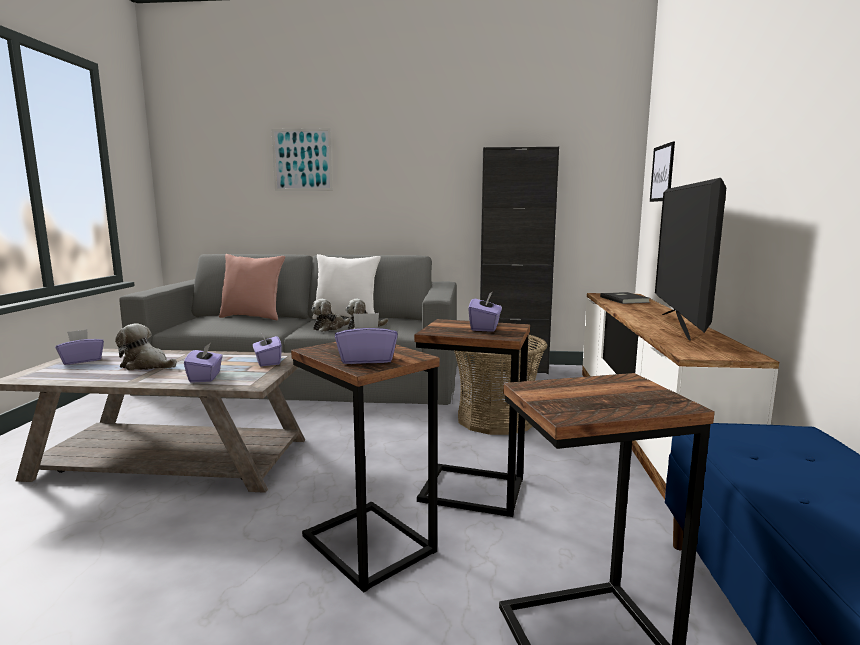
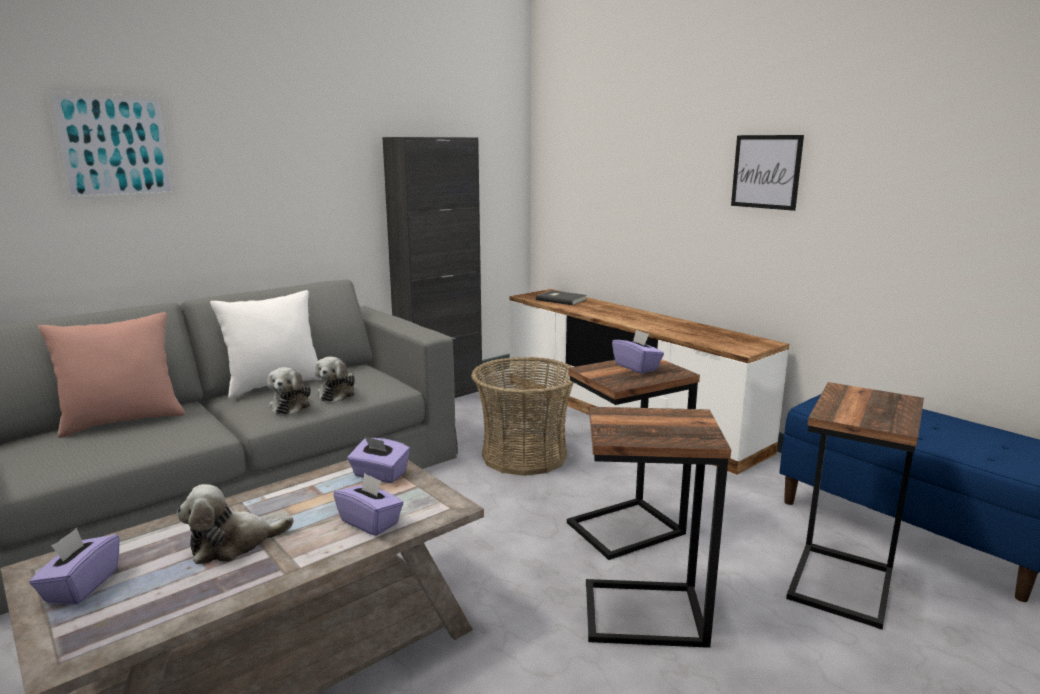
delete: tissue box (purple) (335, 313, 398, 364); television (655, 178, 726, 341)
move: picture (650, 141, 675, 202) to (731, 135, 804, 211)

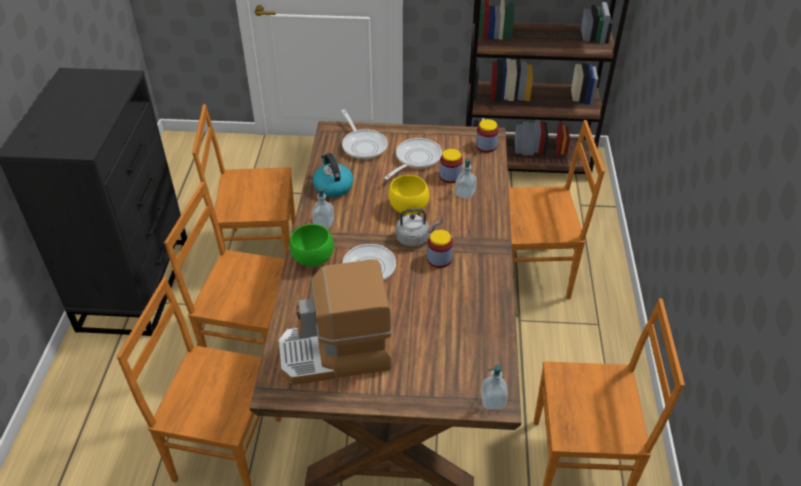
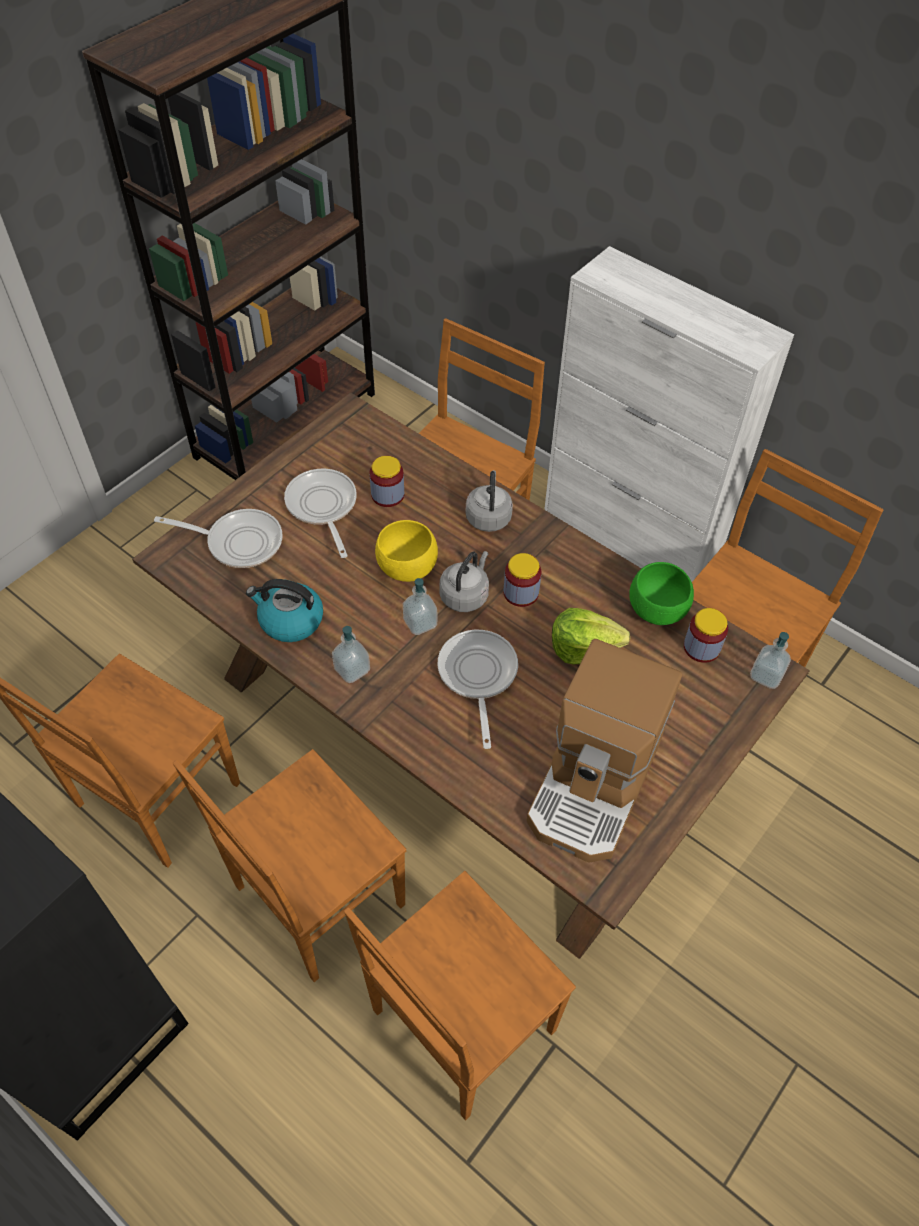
insert: kettle (grey) (466, 470, 513, 532); cabinet (white) (544, 246, 794, 582); lettuce (552, 608, 630, 664)
move: soap dispenser (455, 158, 477, 199) to (403, 578, 437, 635); bowl (green) (289, 224, 334, 267) to (629, 562, 694, 625); jar (476, 119, 499, 153) to (684, 608, 728, 663)

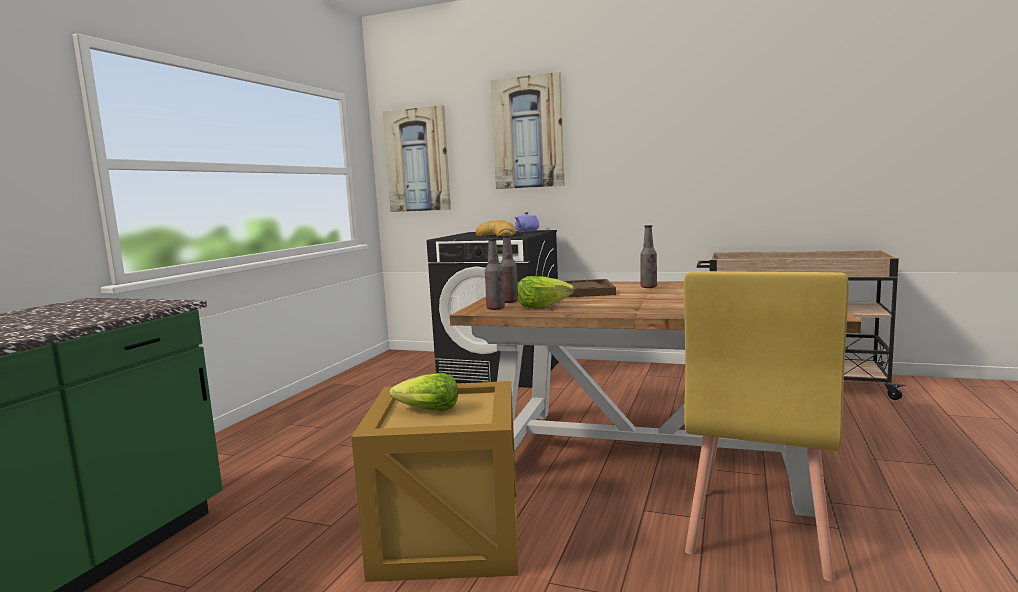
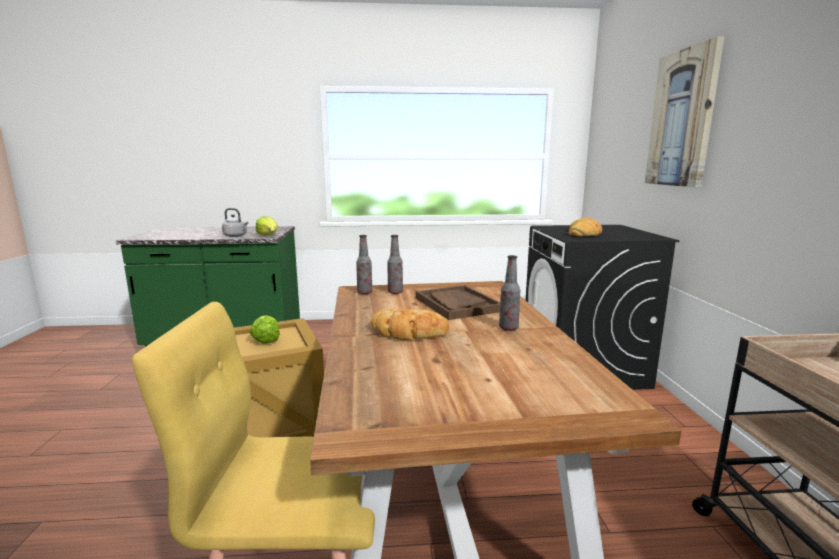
delete: picture (383, 105, 451, 212); teapot (purple) (515, 212, 539, 232)
insert: kettle (grey) (222, 208, 248, 237); bread (371, 308, 449, 340)
move: lettuce (517, 276, 574, 308) to (256, 216, 278, 236)

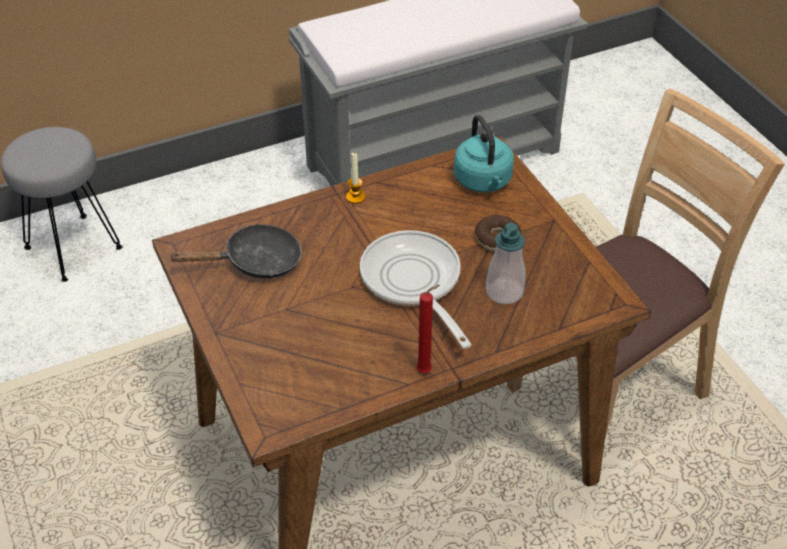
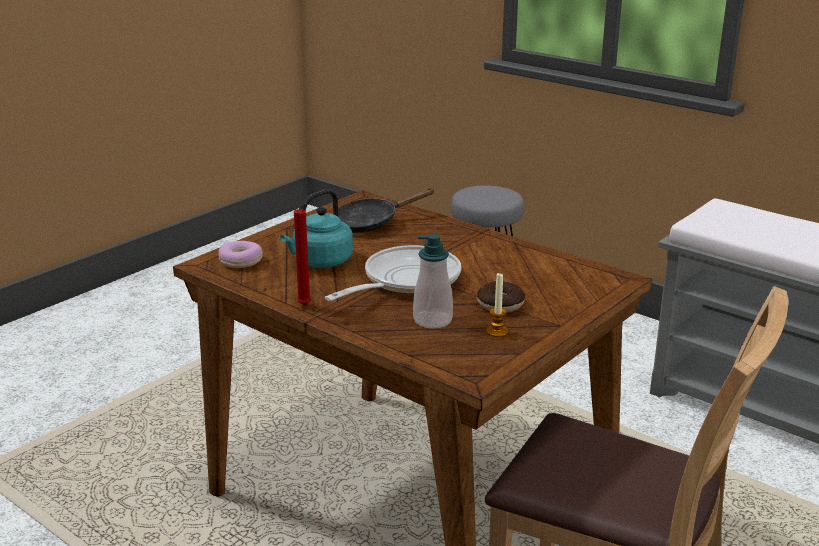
insert: donut (219, 241, 263, 268)
move: kettle (turquoise) (454, 115, 514, 192) to (280, 189, 353, 268); candle (346, 153, 365, 204) to (486, 273, 508, 337)
rotate: frying pan (black) (168, 224, 302, 279) = (338, 188, 434, 233) 105 degrees clockwise

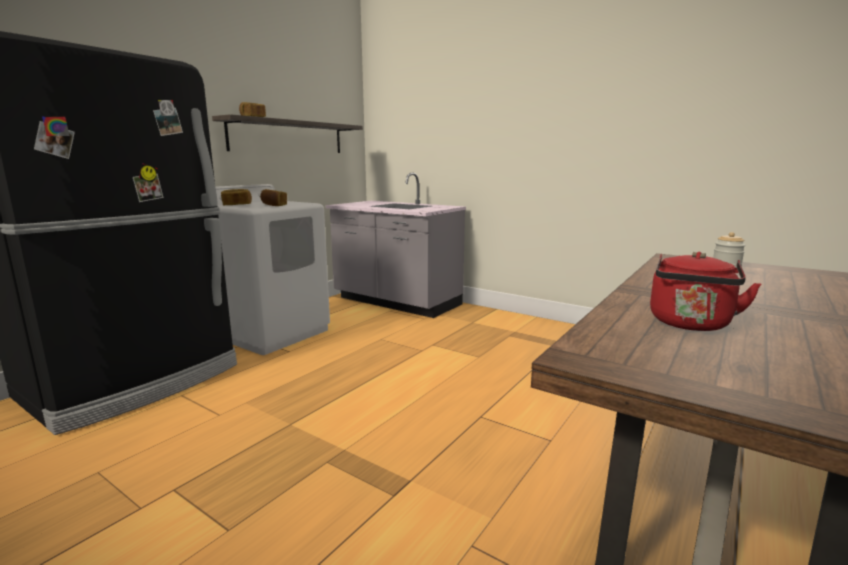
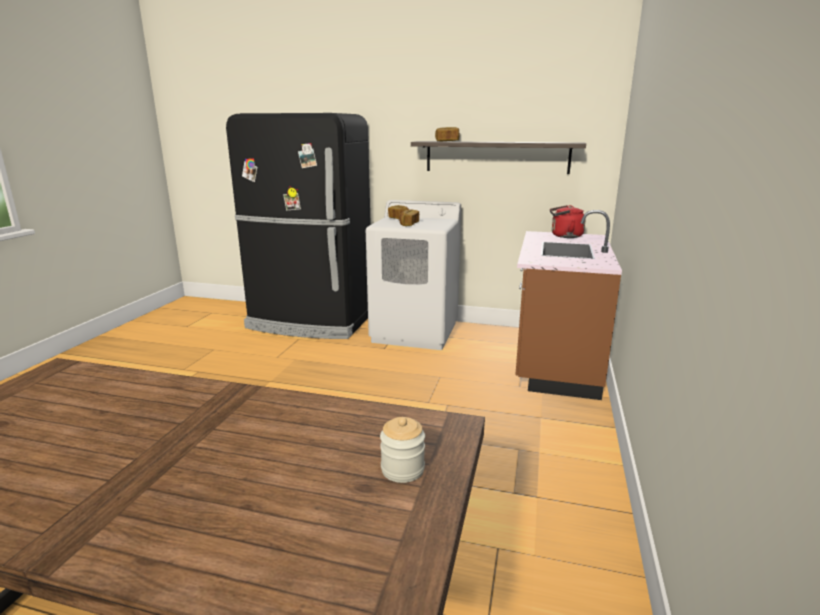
move: kettle (red) (650, 252, 761, 331) to (550, 205, 586, 238)
recolor: counter (grey) (326, 173, 466, 318) to counter (brown) (515, 210, 622, 400)

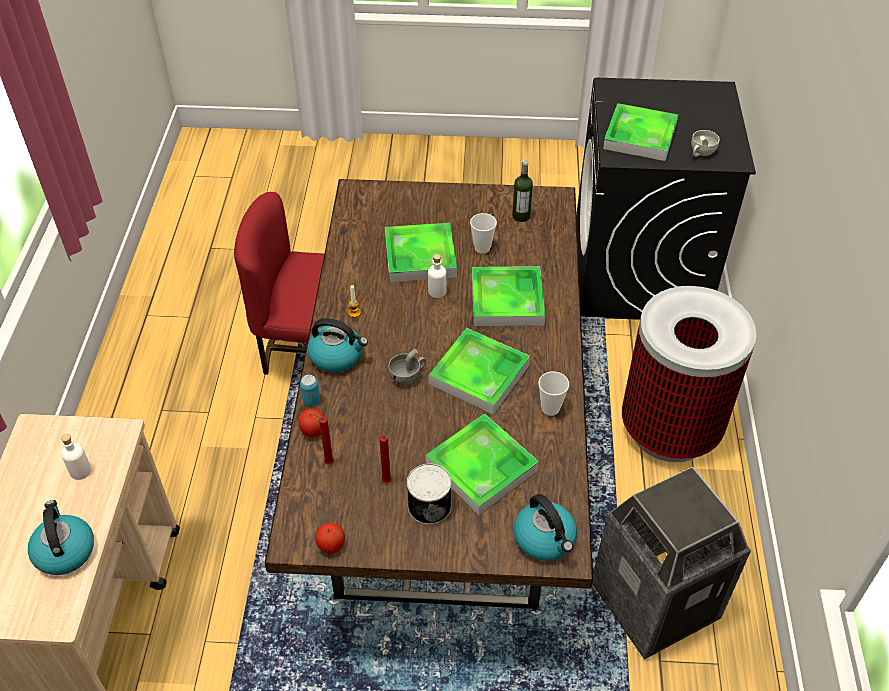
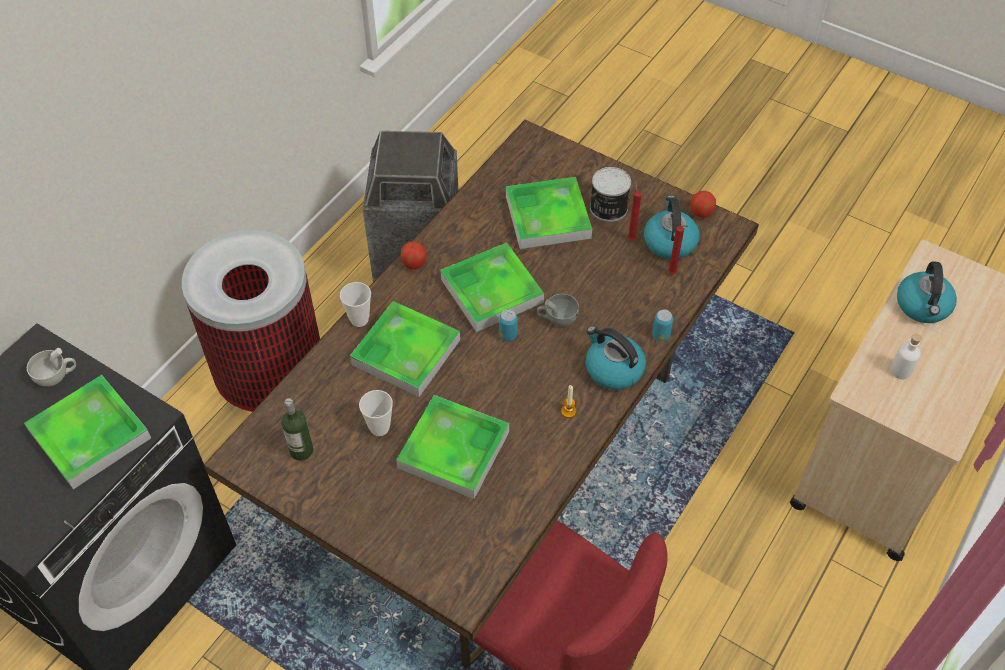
delete: bottle (white) (428, 254, 447, 298)
insert: can (499, 309, 518, 341)
move: cup (538, 372, 569, 416) to (340, 282, 371, 327); apple (298, 409, 324, 438) to (401, 241, 427, 270); kettle (514, 494, 577, 561) to (644, 196, 700, 259)

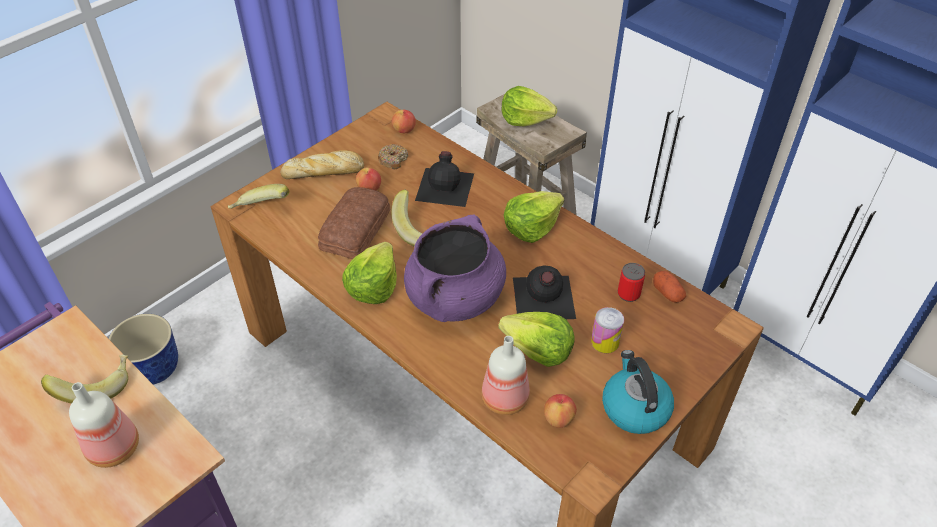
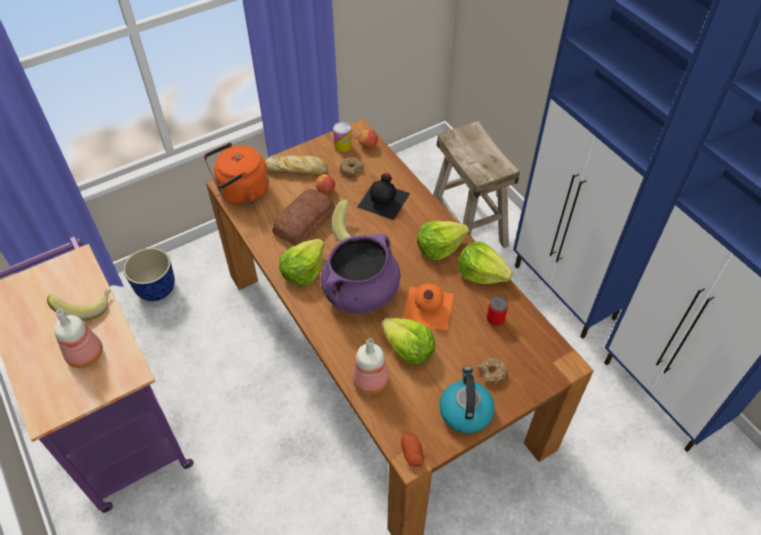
delete: apple (544, 394, 577, 428)
insert: donut (478, 357, 508, 385)
move: can (591, 307, 624, 353) to (333, 122, 352, 152); potato (653, 271, 686, 303) to (401, 433, 424, 467); lettuce (501, 86, 557, 126) to (458, 241, 513, 284)
replace: banana (228, 184, 289, 209) to kettle (orange) (204, 143, 269, 205)
recolor: bottle (black) (513, 265, 576, 319) to bottle (orange) (402, 284, 454, 330)

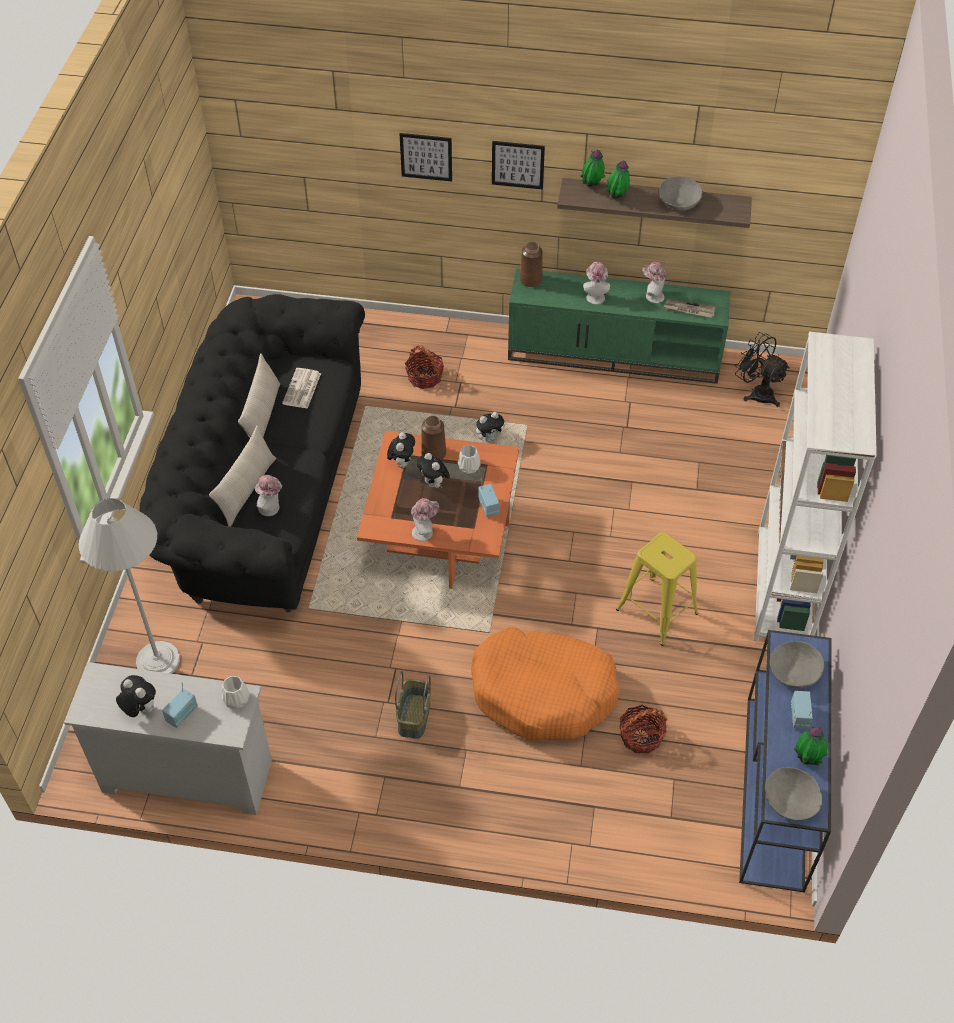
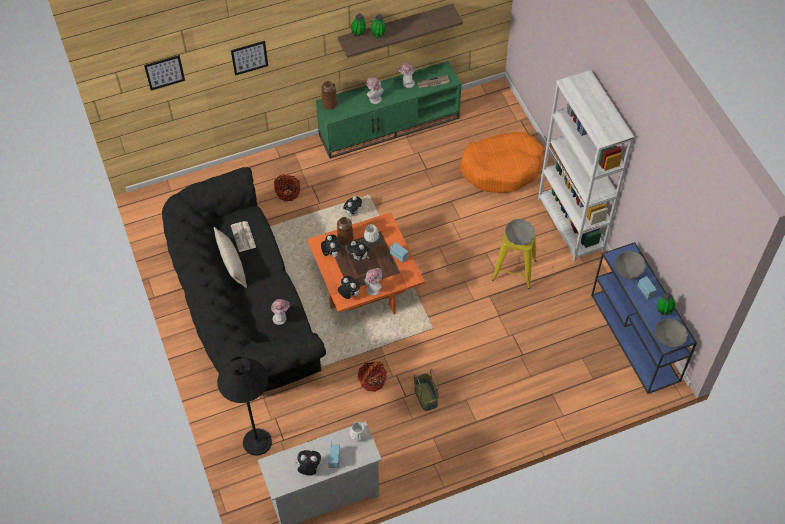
delete: pillow (beige) (209, 425, 276, 527); fan (black) (735, 332, 790, 407)
insert: plush toy (338, 276, 361, 299)
move: picture (492, 141, 545, 190) to (144, 55, 185, 90); basket (619, 705, 667, 754) to (358, 361, 387, 392); dog bed (orange) (471, 627, 620, 740) to (460, 132, 543, 193); bowl (grey) (659, 176, 703, 211) to (505, 219, 535, 245)
recolor: floor lamp (white) (79, 498, 180, 674) to floor lamp (black) (217, 356, 272, 456)

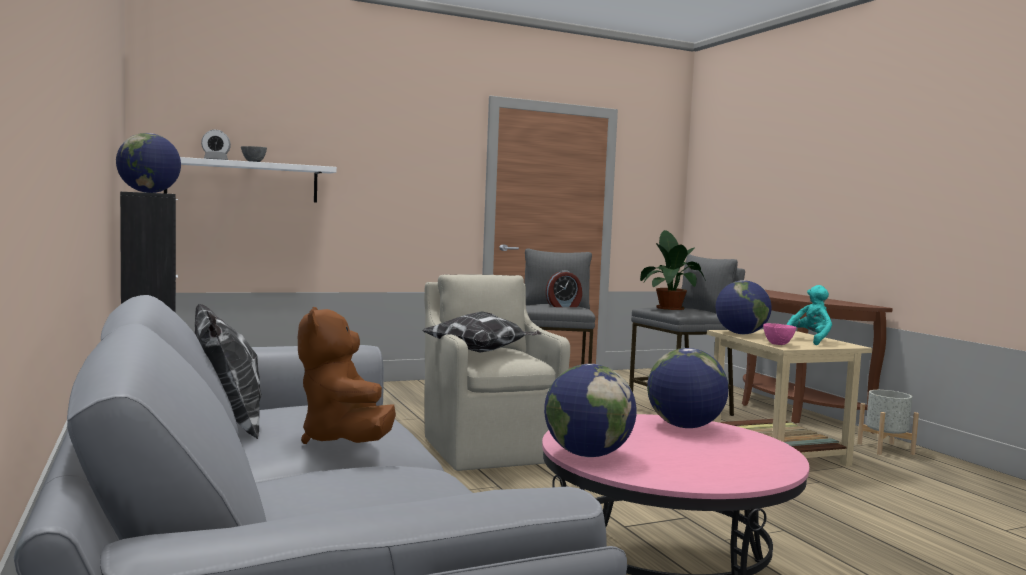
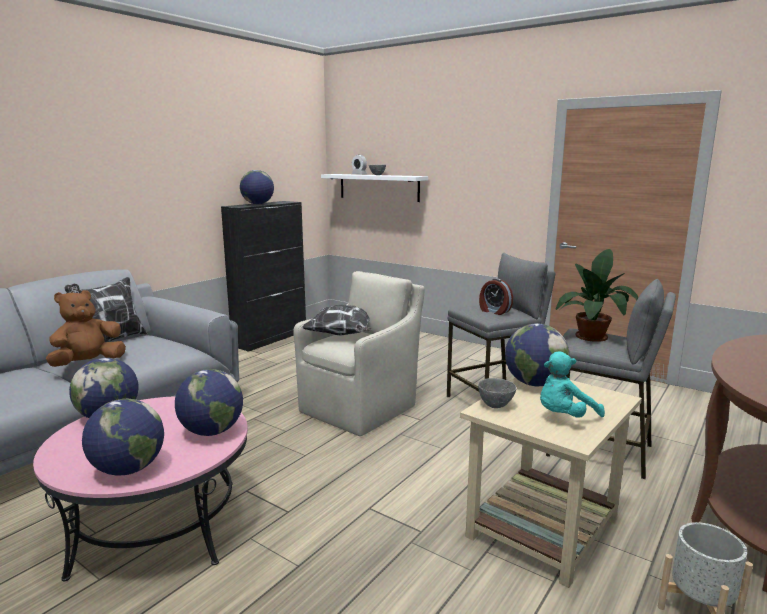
insert: globe (82, 399, 164, 476)
recolor: bowl (pink) (763, 323, 796, 345) to bowl (grey) (478, 378, 517, 408)
rotate: plush toy (turquoise) (787, 285, 832, 345) = (540, 351, 605, 418) 135 degrees clockwise

